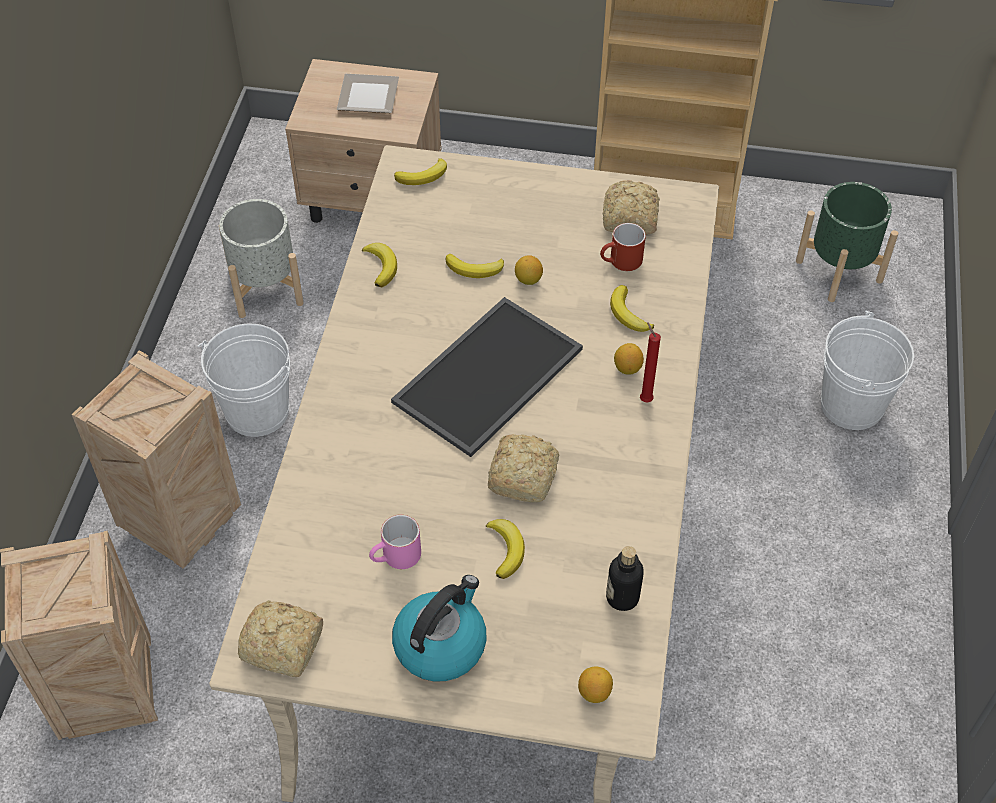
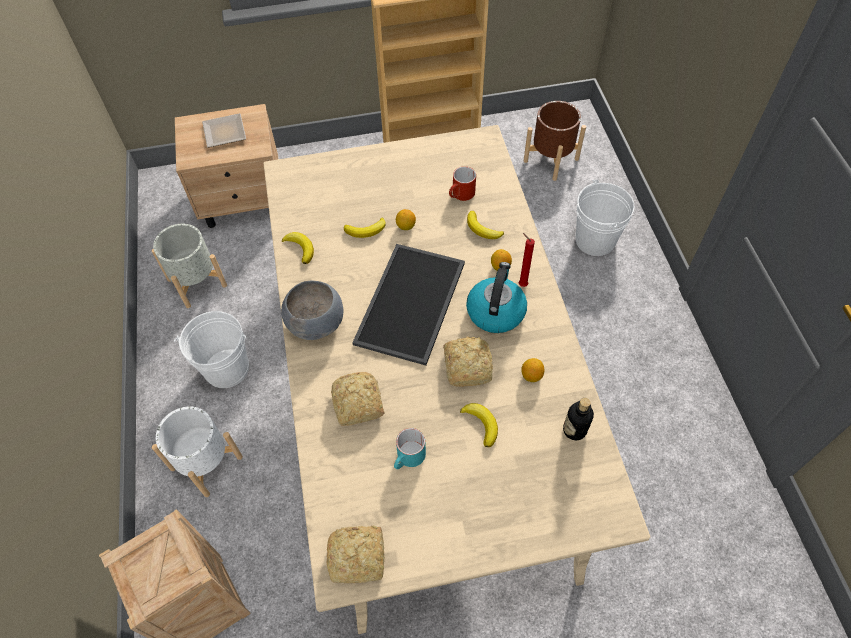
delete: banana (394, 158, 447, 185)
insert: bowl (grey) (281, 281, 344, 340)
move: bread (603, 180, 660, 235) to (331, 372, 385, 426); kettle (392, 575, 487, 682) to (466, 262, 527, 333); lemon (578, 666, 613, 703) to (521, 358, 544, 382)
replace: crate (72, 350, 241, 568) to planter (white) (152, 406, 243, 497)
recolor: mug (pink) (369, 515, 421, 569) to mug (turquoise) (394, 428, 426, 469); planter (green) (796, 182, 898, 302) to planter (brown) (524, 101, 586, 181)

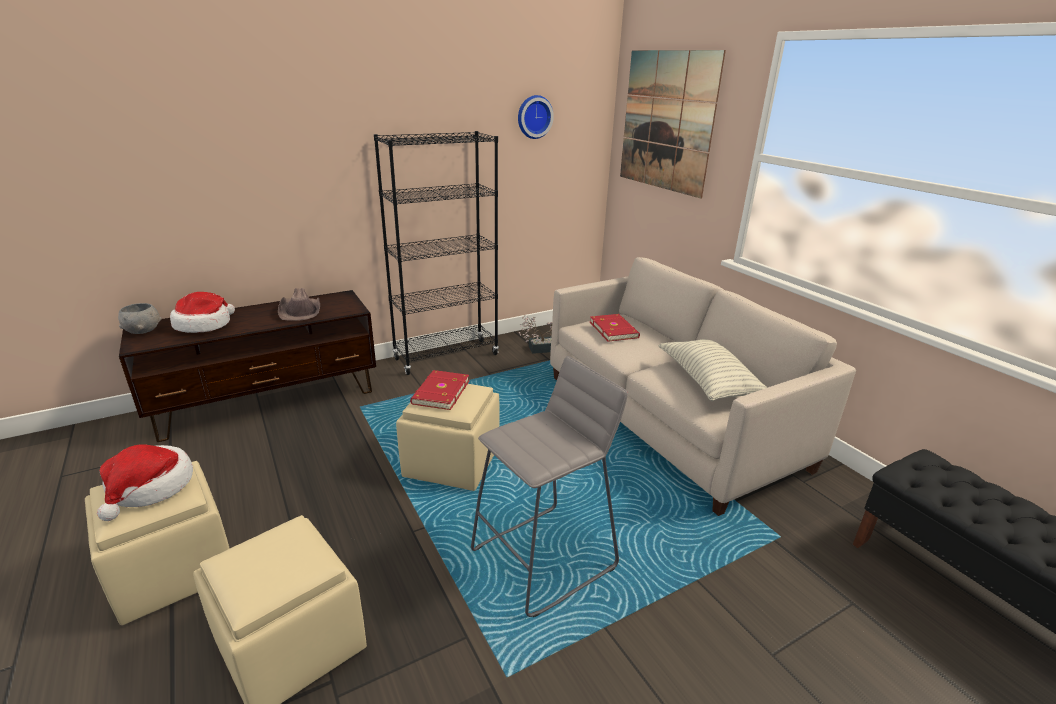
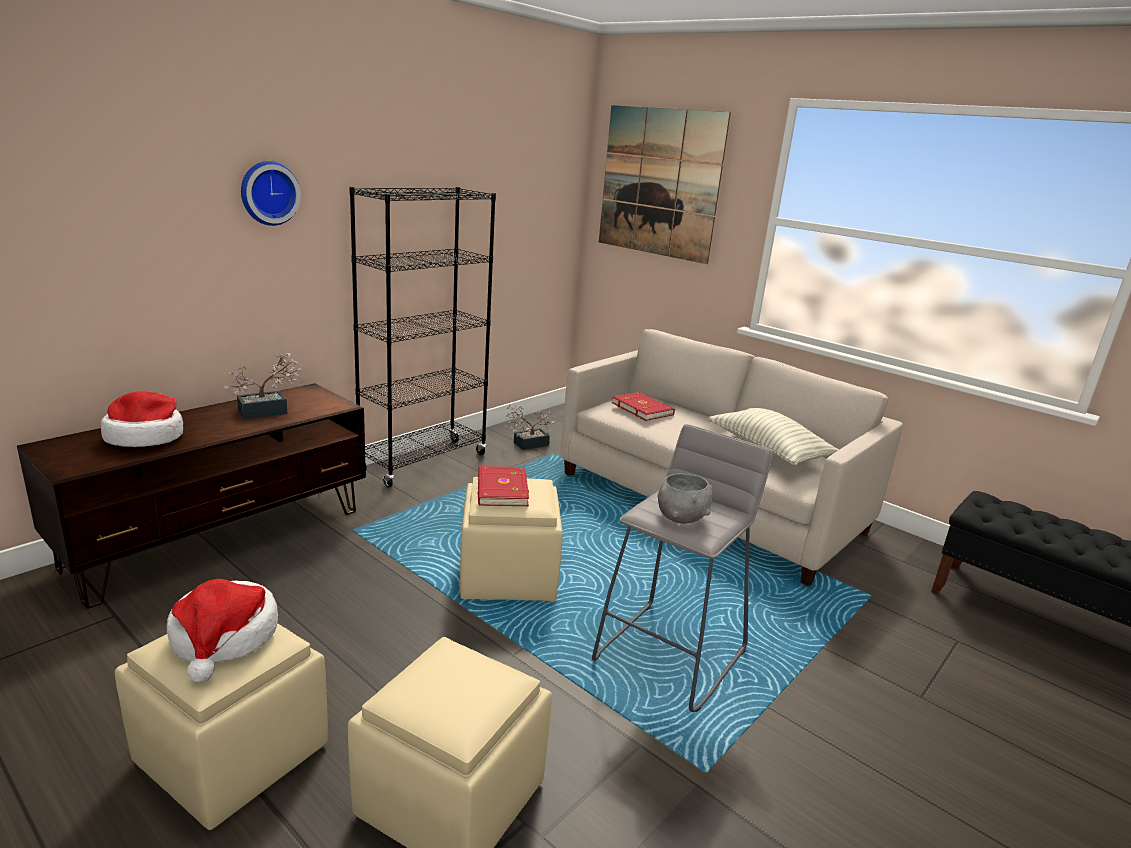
move: wall clock (518, 95, 554, 139) to (241, 161, 301, 226); bowl (grey) (118, 303, 162, 334) to (657, 473, 713, 524)
replace: hat (brown) (278, 288, 320, 321) to potted plant (224, 353, 303, 419)

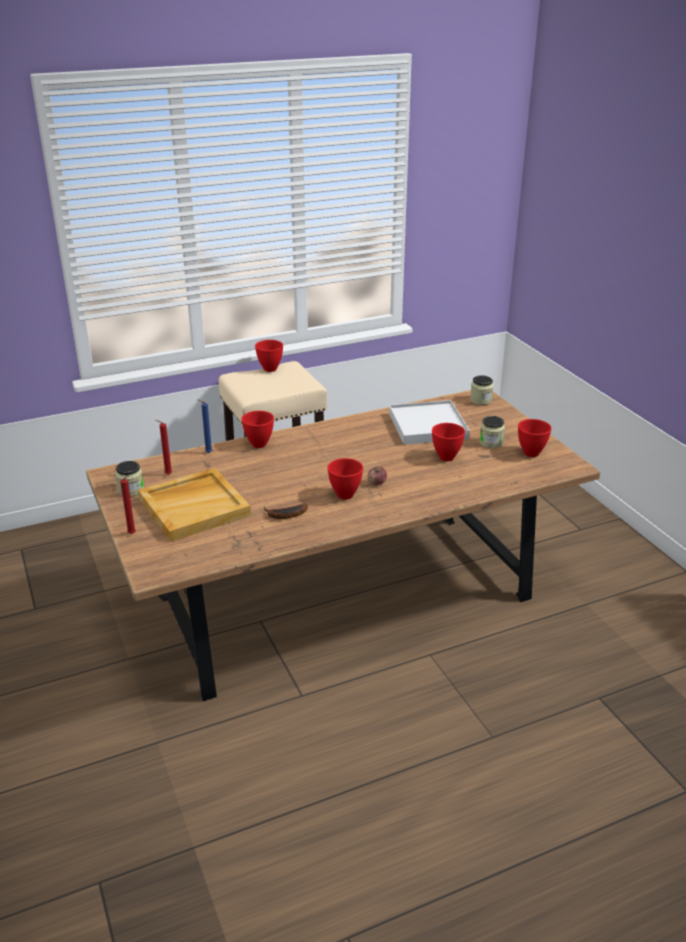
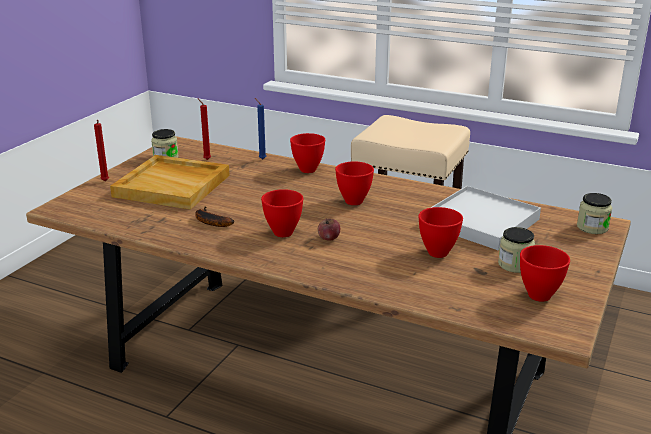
move: bowl (red) (255, 340, 283, 372) to (335, 162, 374, 205)

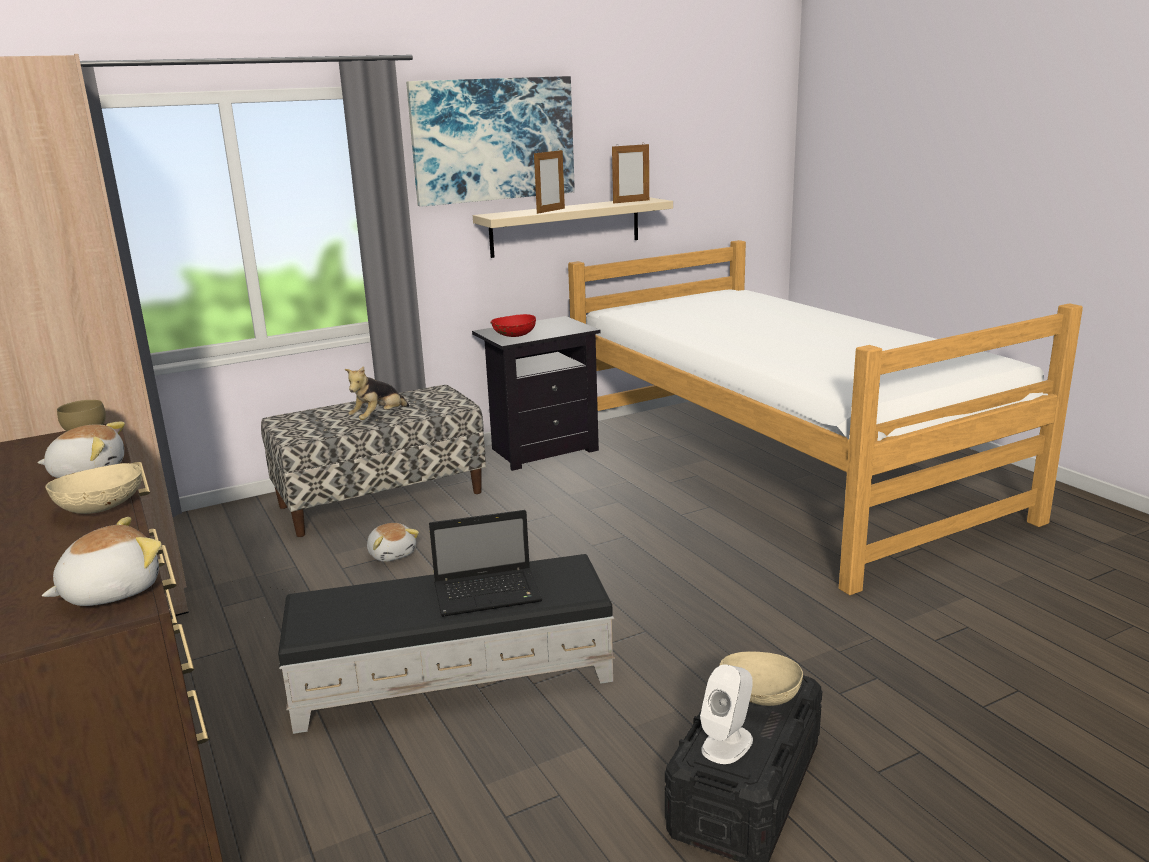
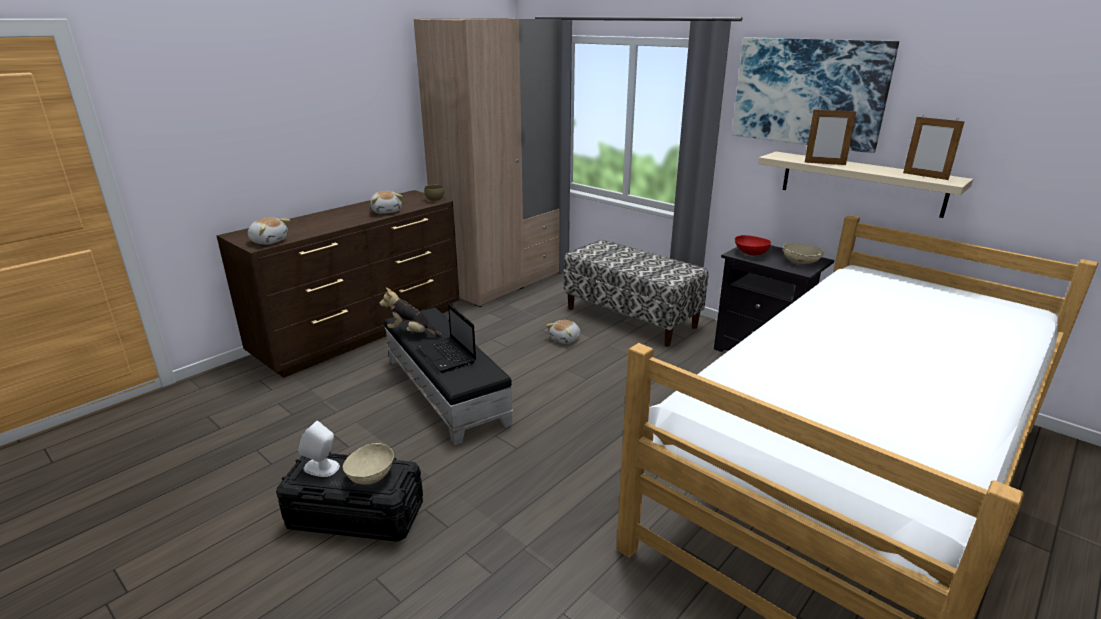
move: plush toy (344, 366, 409, 420) to (380, 288, 443, 338); bowl (beige) (45, 463, 142, 514) to (783, 243, 824, 264)

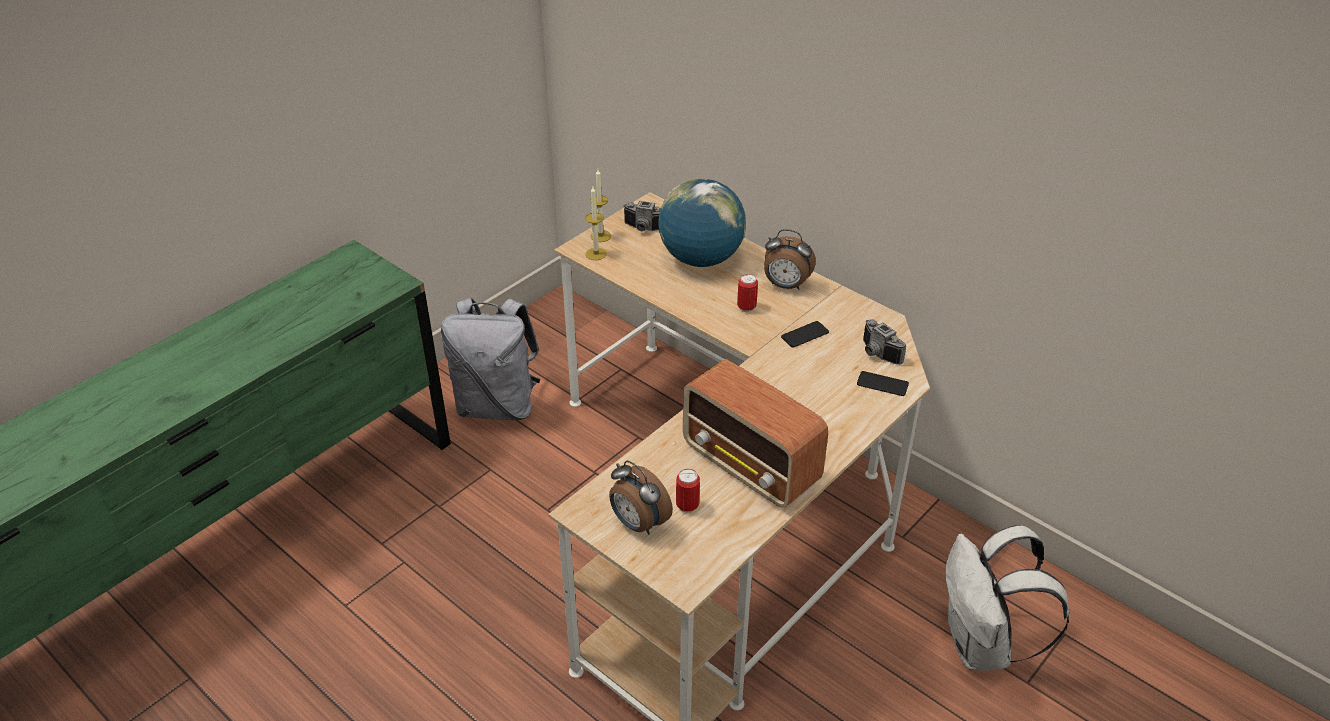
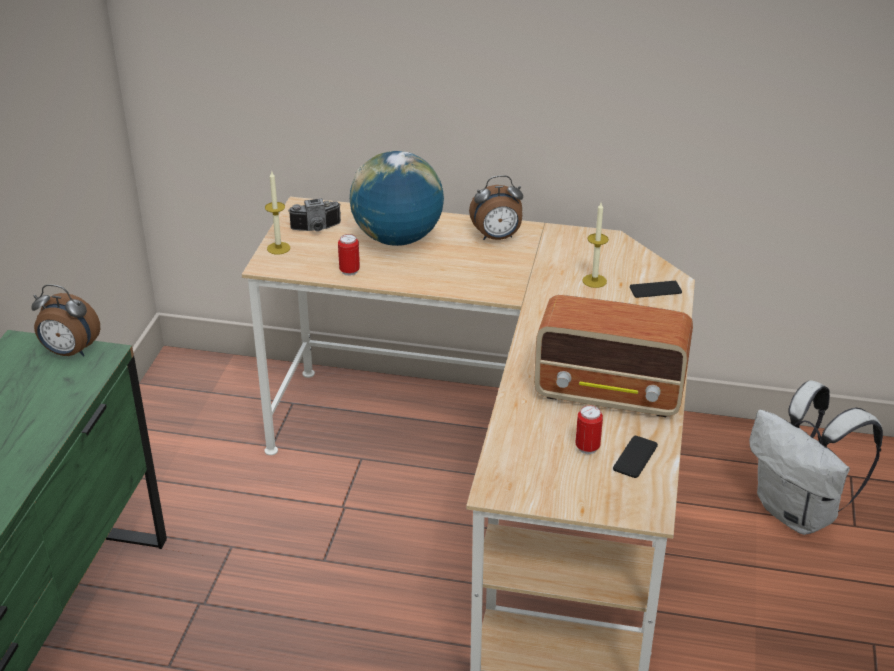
delete: backpack (grey) (441, 298, 540, 421); photo camera (863, 319, 906, 365)
move: alarm clock (609, 461, 673, 534) to (31, 284, 100, 357); can (737, 274, 758, 312) to (338, 234, 360, 276); candle (585, 187, 607, 260) to (582, 203, 609, 288); phone (781, 321, 829, 348) to (613, 436, 658, 478)

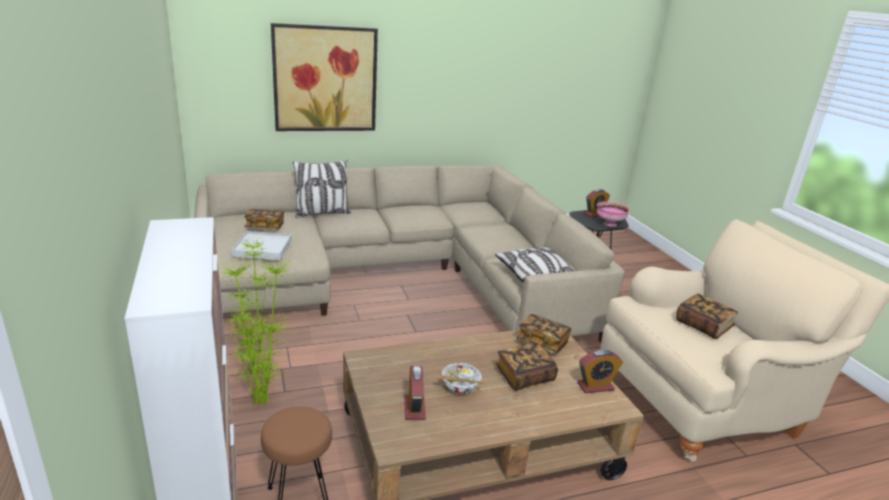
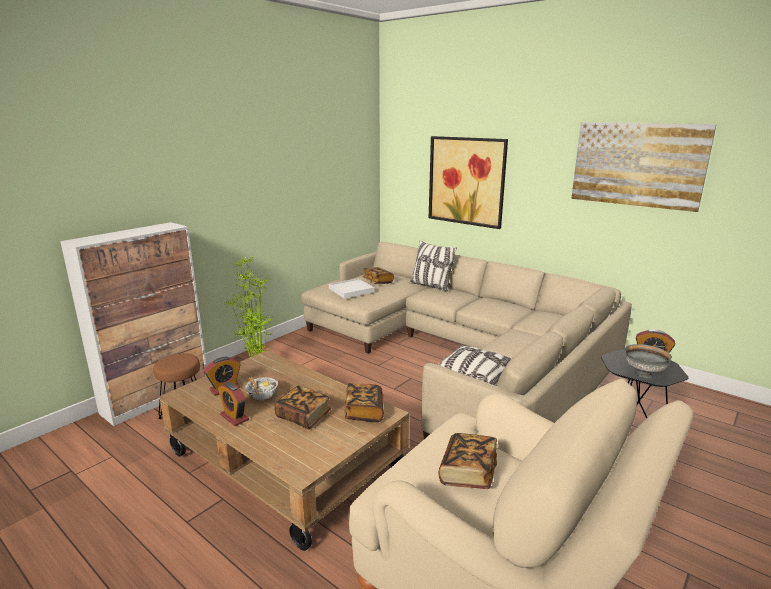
insert: picture (571, 122, 717, 212)
move: alarm clock (577, 350, 623, 393) to (218, 382, 249, 426)
recolor: bowl (pink) (597, 202, 630, 227) to bowl (grey) (625, 344, 672, 379)

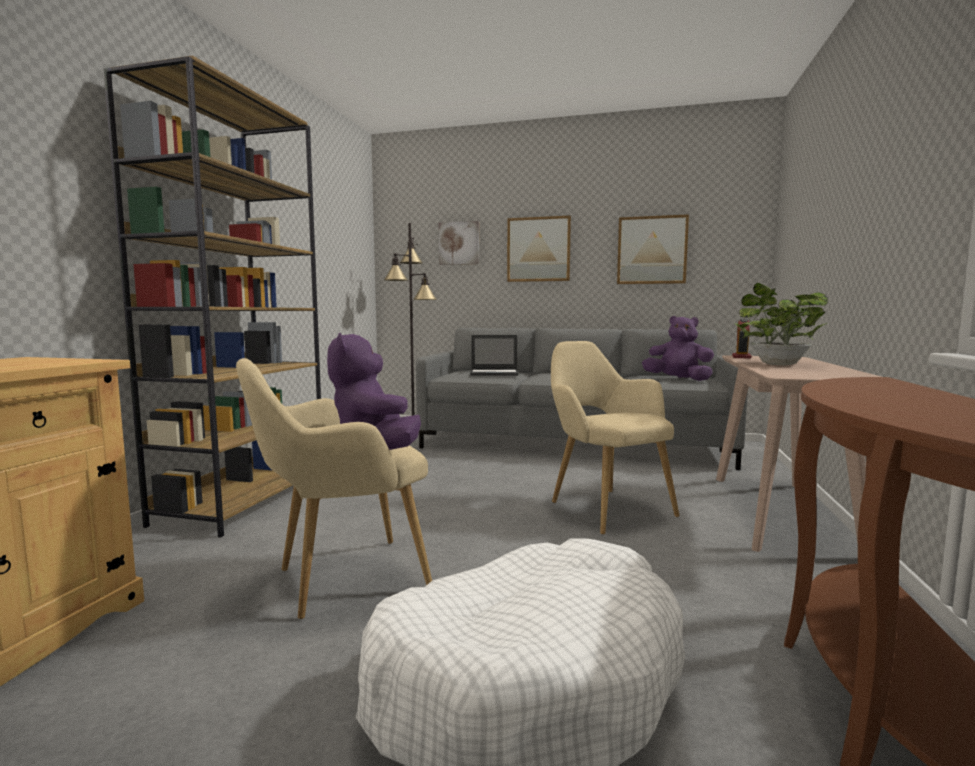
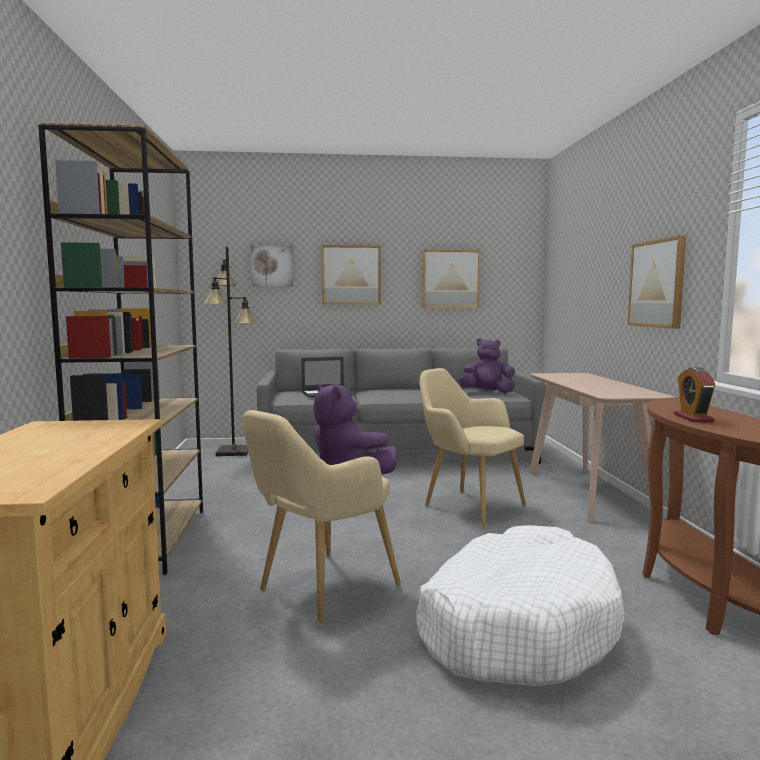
delete: potted plant (734, 283, 828, 365)
insert: picture (628, 235, 686, 329)
move: alarm clock (732, 319, 752, 359) to (674, 367, 715, 422)

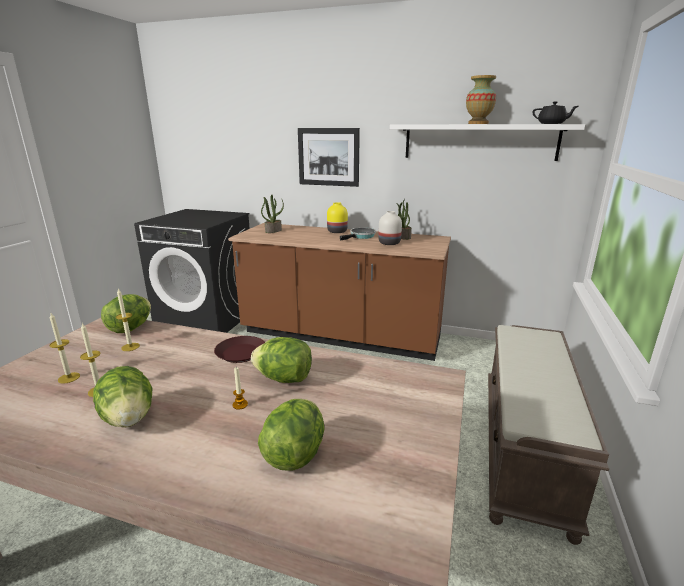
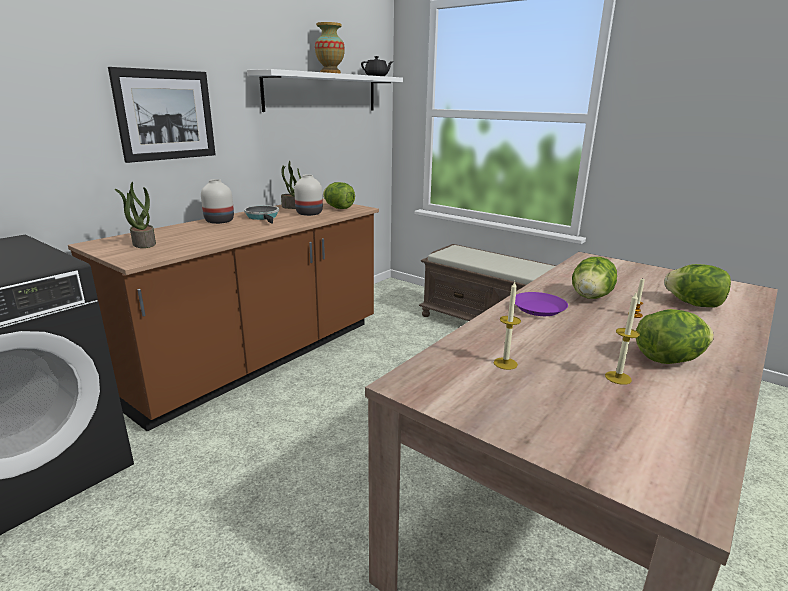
delete: candle (50, 313, 80, 384)
move: lettuce (101, 294, 151, 333) to (323, 182, 355, 209)
recolor: vase (yellow) (327, 202, 348, 233) to vase (white) (201, 179, 234, 224); plate (brown) (214, 336, 265, 363) to plate (purple) (515, 292, 568, 316)

